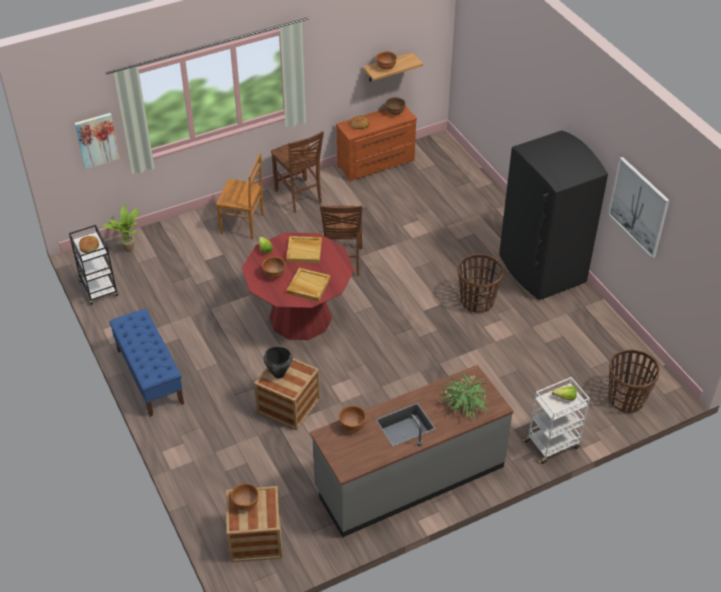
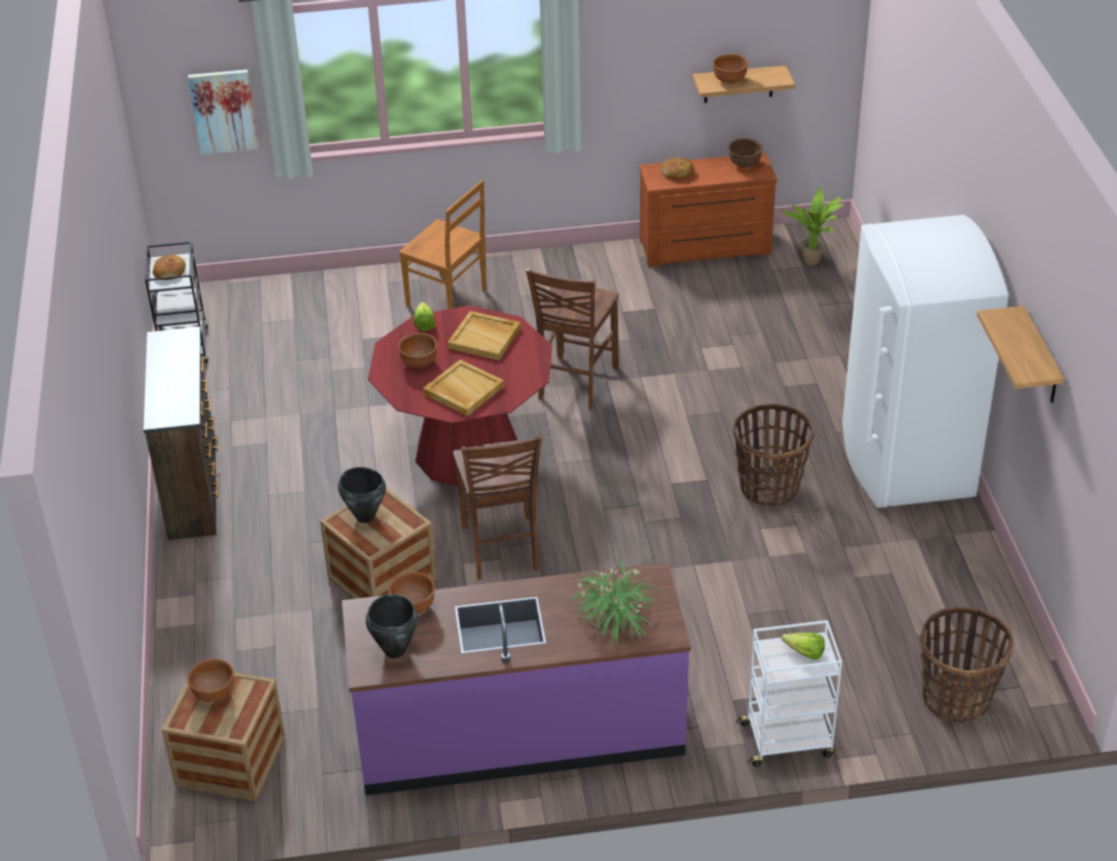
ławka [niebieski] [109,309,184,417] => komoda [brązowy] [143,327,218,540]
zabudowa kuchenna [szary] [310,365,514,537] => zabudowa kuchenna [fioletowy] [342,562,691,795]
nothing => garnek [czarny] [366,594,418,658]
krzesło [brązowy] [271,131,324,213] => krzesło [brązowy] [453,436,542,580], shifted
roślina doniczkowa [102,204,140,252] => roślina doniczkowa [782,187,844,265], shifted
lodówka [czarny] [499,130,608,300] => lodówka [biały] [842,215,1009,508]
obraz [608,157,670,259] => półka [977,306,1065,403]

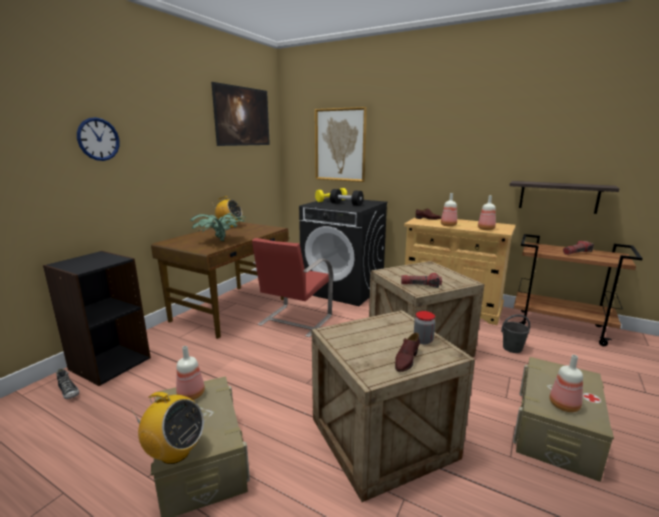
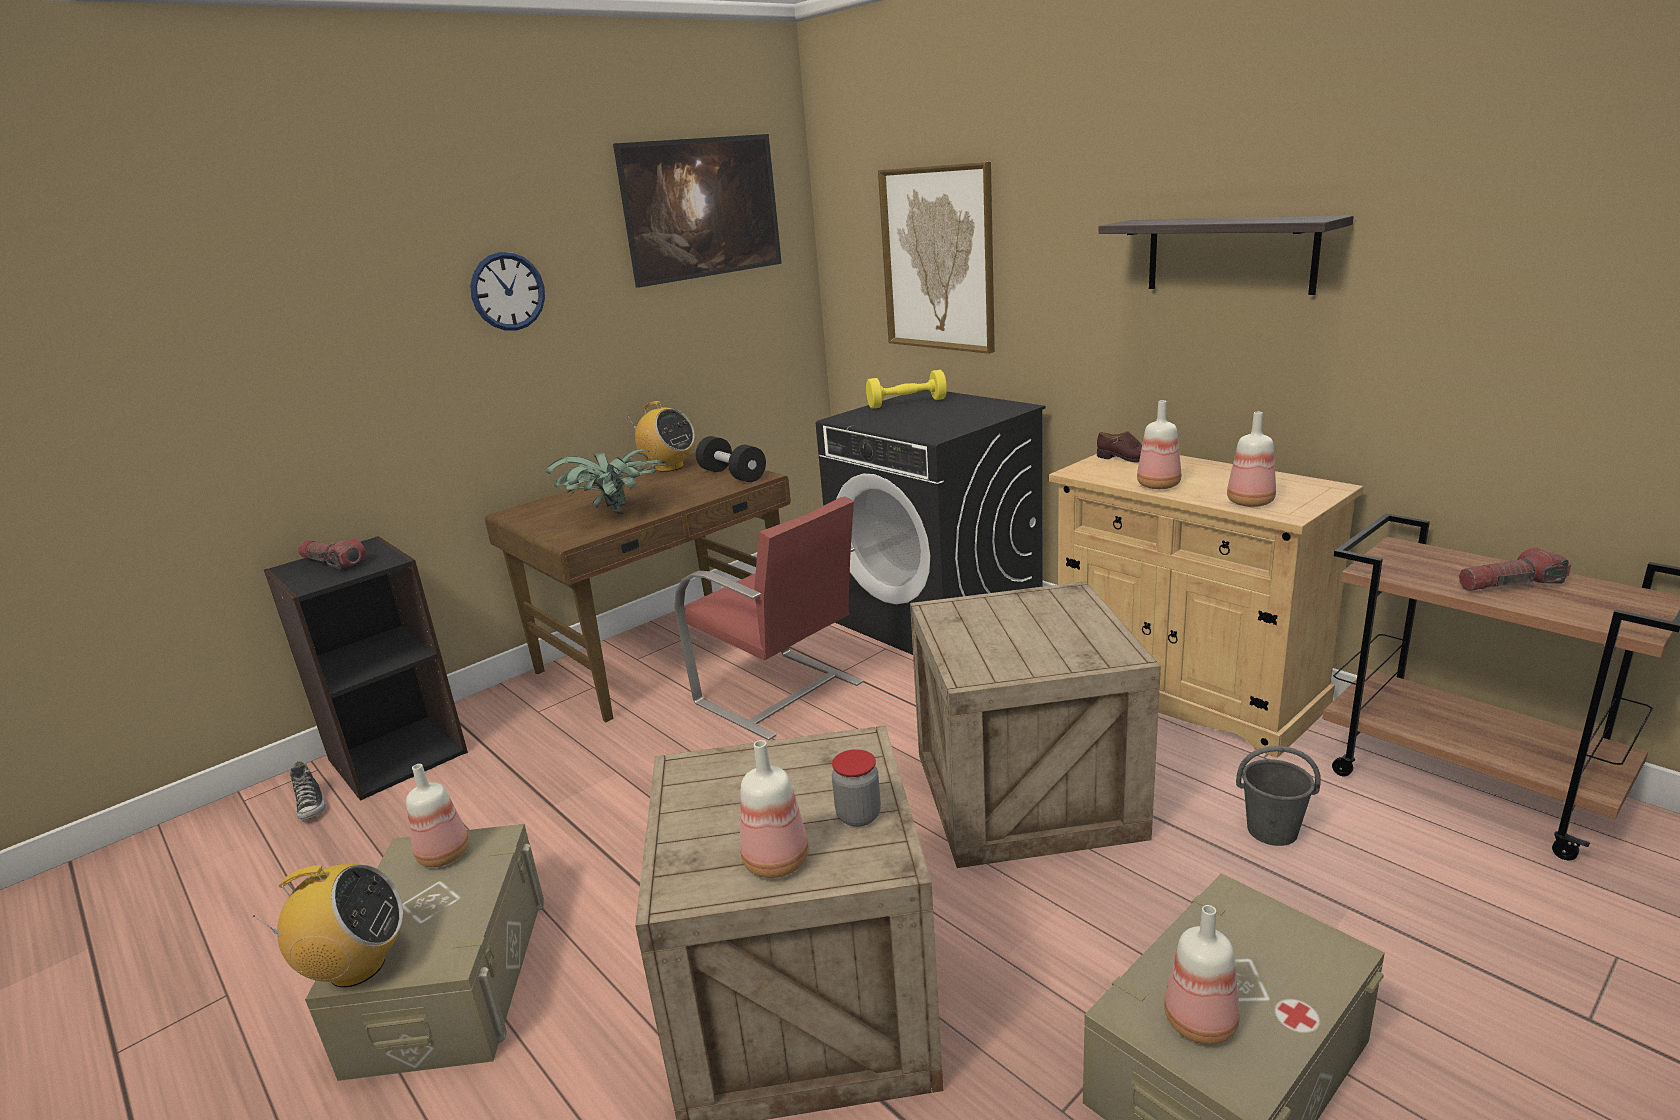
radio [131,392,204,464] => radio [253,864,403,988], 45 degrees counterclockwise
latarka [401,273,442,288] => latarka [298,538,366,569], shifted
zegar ścienny [77,117,120,161] => zegar ścienny [470,252,545,331], shifted
krzesło [czerwony] [252,238,333,337] => krzesło [czerwony] [674,497,863,740], 90 degrees counterclockwise
hantel [czarny] [330,189,364,206] => hantel [czarny] [696,436,766,482], shifted
but [brązowy] [395,333,420,372] => butelka [740,740,809,878]
półka [509,181,619,214] => półka [1098,216,1354,295], shifted

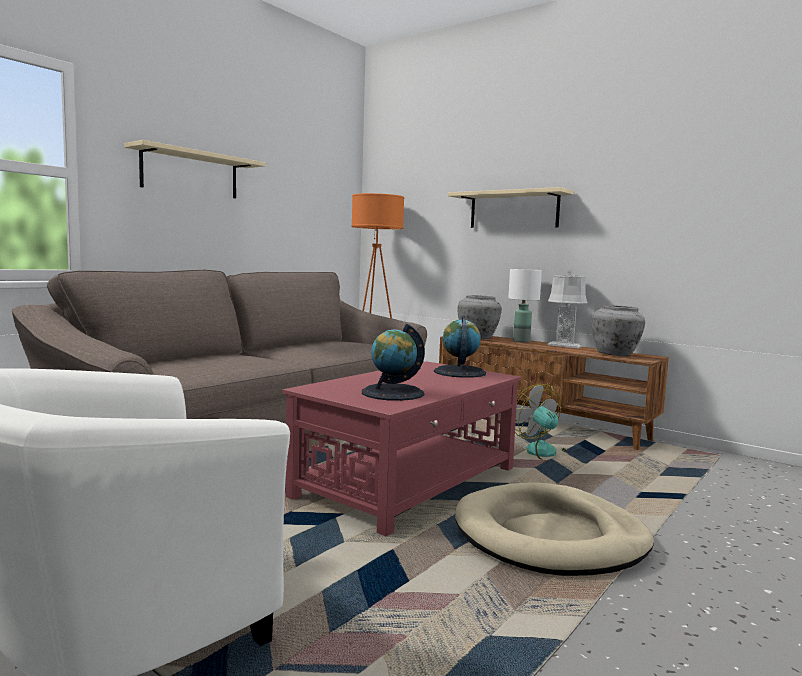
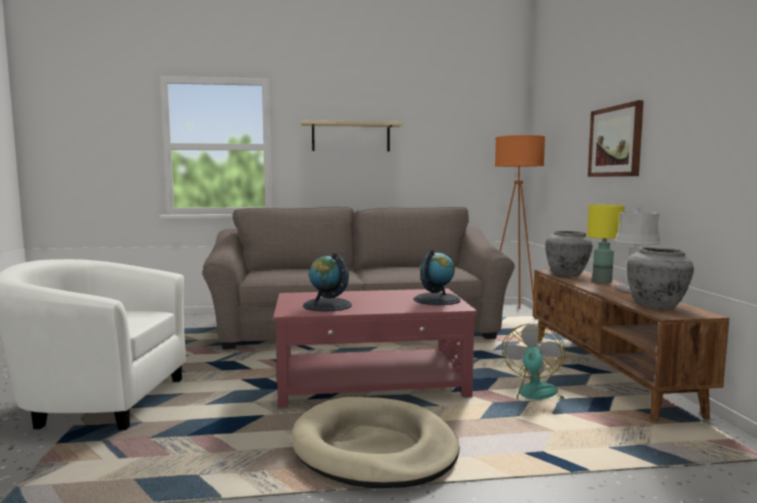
lampa stołowa [biały] [508,269,542,343] => lampa stołowa [żółty] [587,205,625,283]
półka [beżowy] [448,187,574,228] => obraz [588,100,644,177]

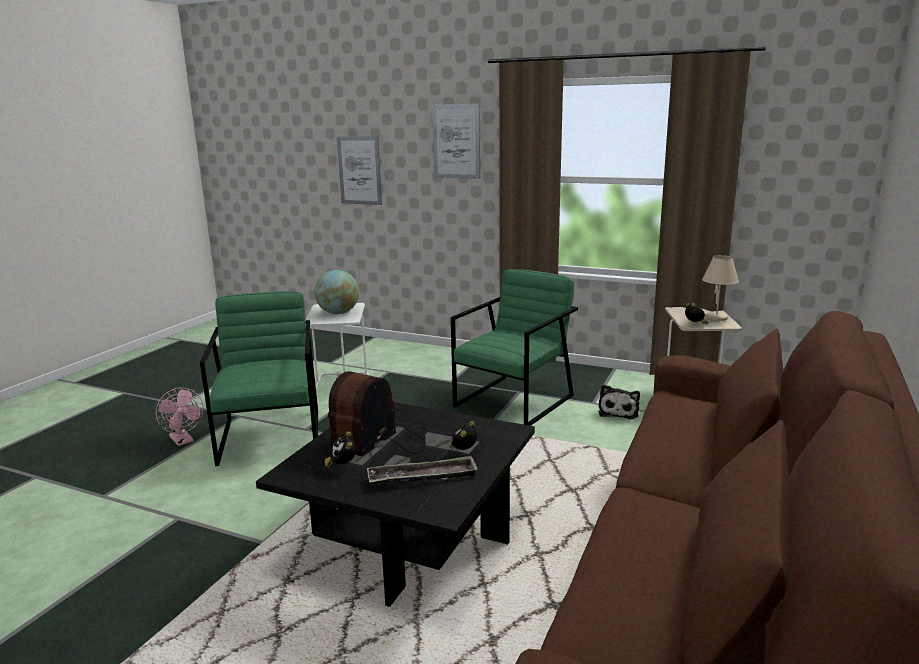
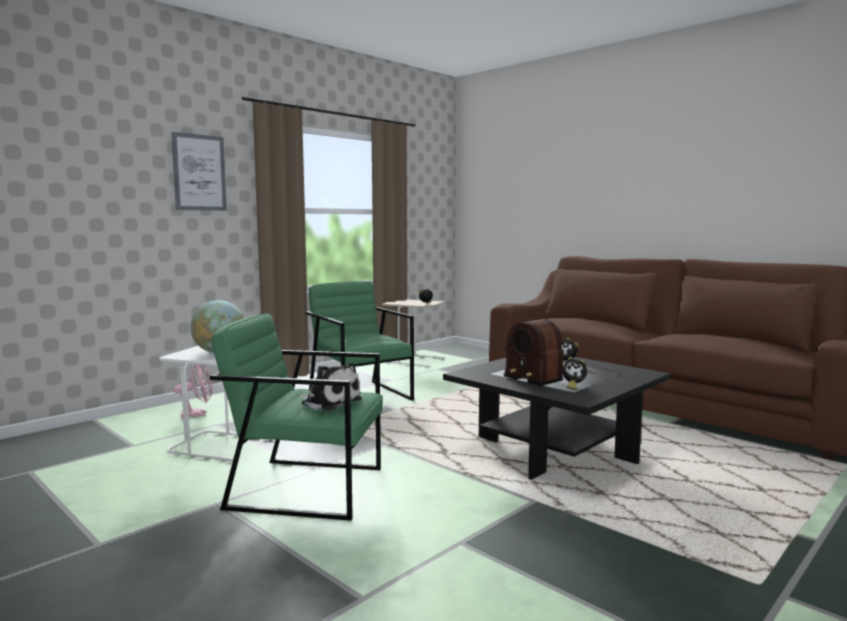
wentylator [różowy] [156,388,203,446] => wentylator [różowy] [173,364,213,418], shifted
pluszak [599,385,640,419] => pluszak [299,363,362,411], shifted
obraz [337,137,382,205] => nothing
taca [367,456,478,484] => nothing
lampa stołowa [beżowy] [702,255,739,321] => nothing

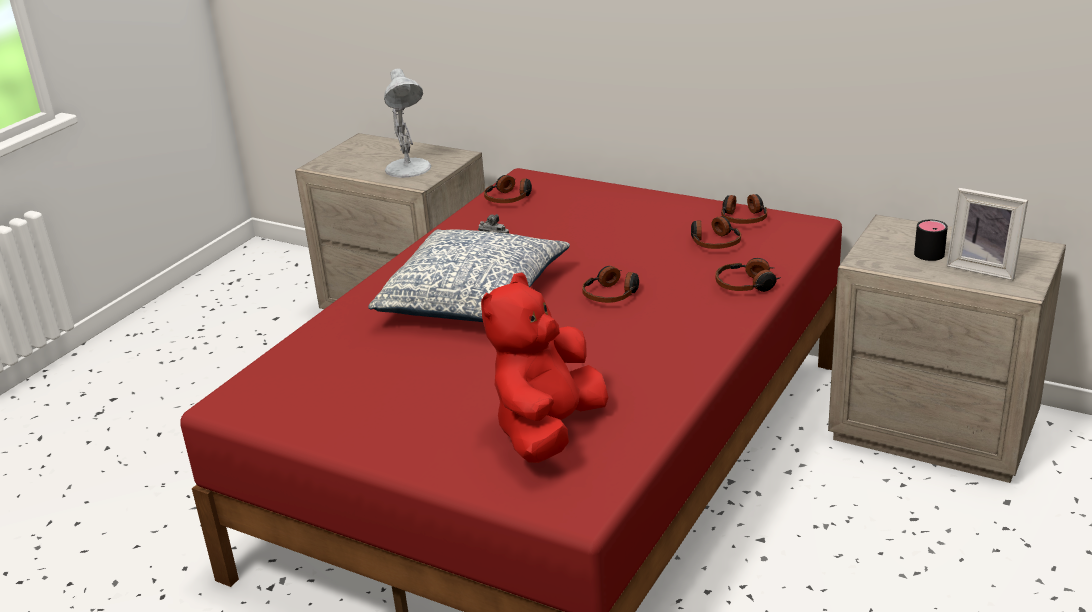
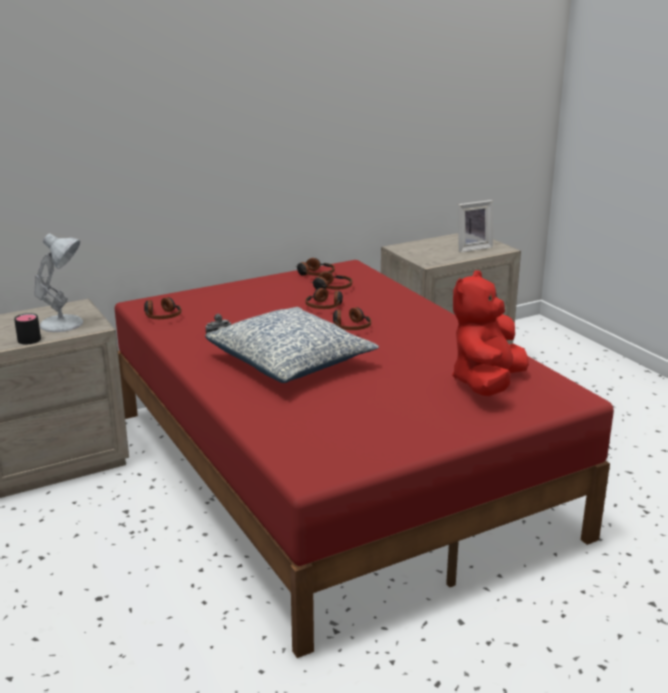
kubek [czarny] [914,220,948,261] => kubek [czarny] [14,313,41,344], shifted
słuchawki [715,258,781,292] => słuchawki [305,288,343,309], shifted
pluszak [czerwony] [481,272,608,463] => pluszak [czerwony] [452,270,529,396], 60 degrees clockwise

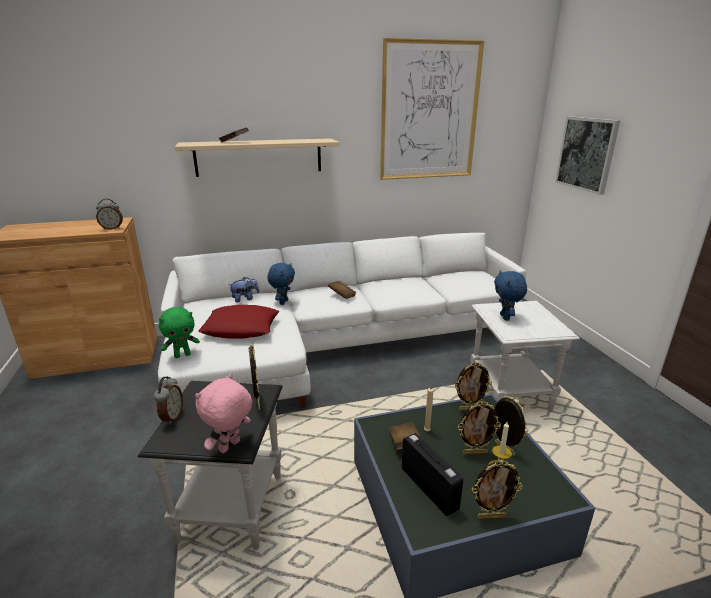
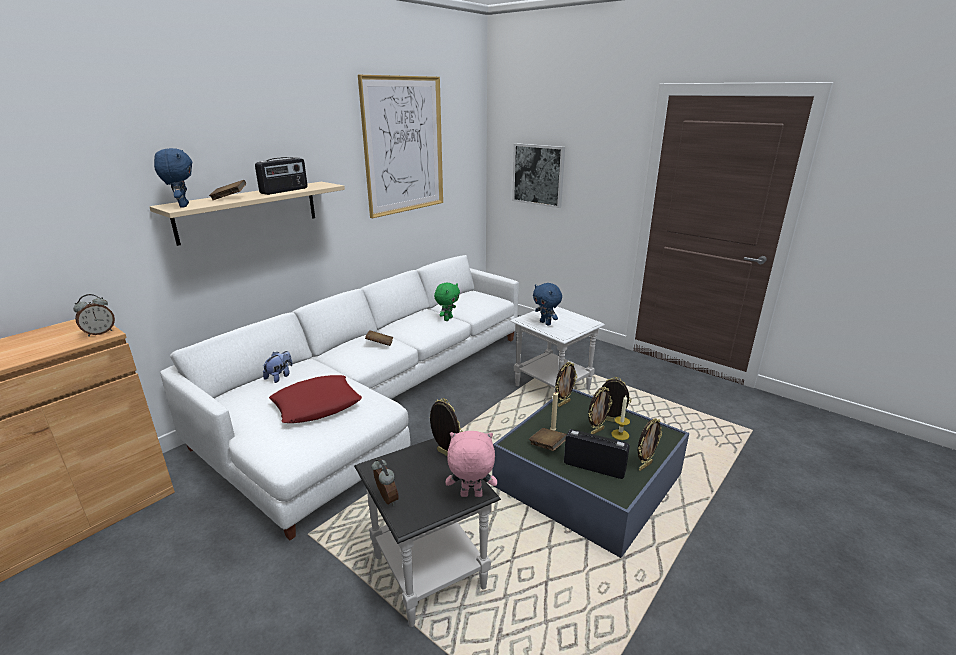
pluszak [niebieski] [267,263,295,305] => pluszak [niebieski] [154,148,192,208], shifted
nothing => radio [255,157,307,195]
pluszak [zielony] [159,307,200,358] => pluszak [zielony] [434,283,460,321], shifted
pluszak [różowy] [195,373,252,453] => pluszak [różowy] [446,431,497,497], 90 degrees clockwise

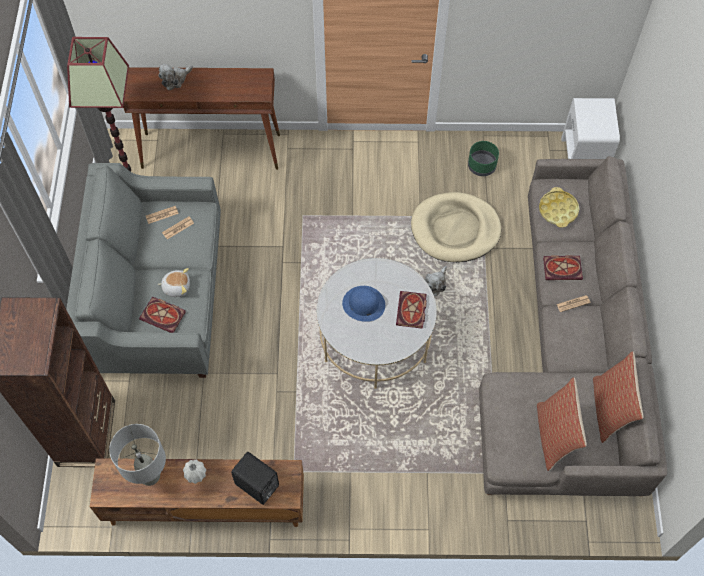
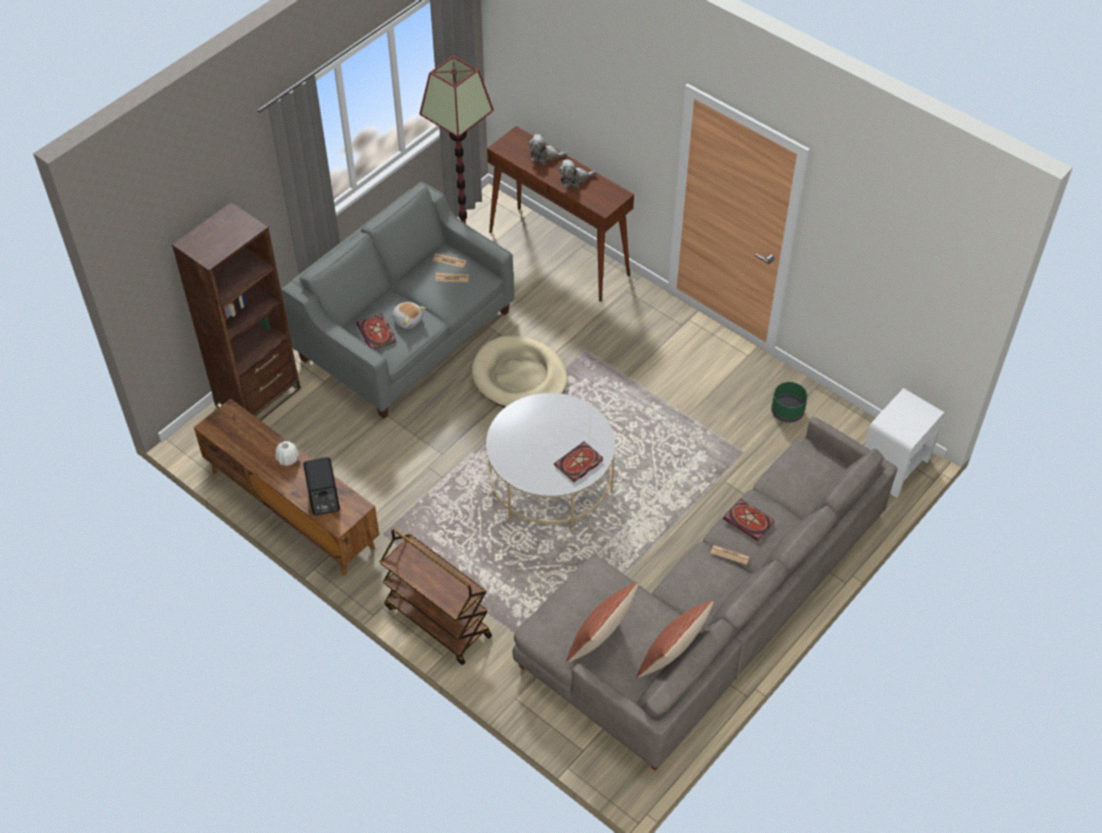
nothing => wózek [brązowy] [380,528,492,665]
legowisko [beżowy] [411,192,501,262] => legowisko [beżowy] [472,336,568,408], shifted
pluszak [425,266,447,296] => pluszak [559,159,597,188], shifted
lampa stołowa [szary] [109,424,166,486] => nothing
kapelusz [niebieski] [342,286,385,322] => nothing
taca [żółty] [539,187,579,228] => nothing

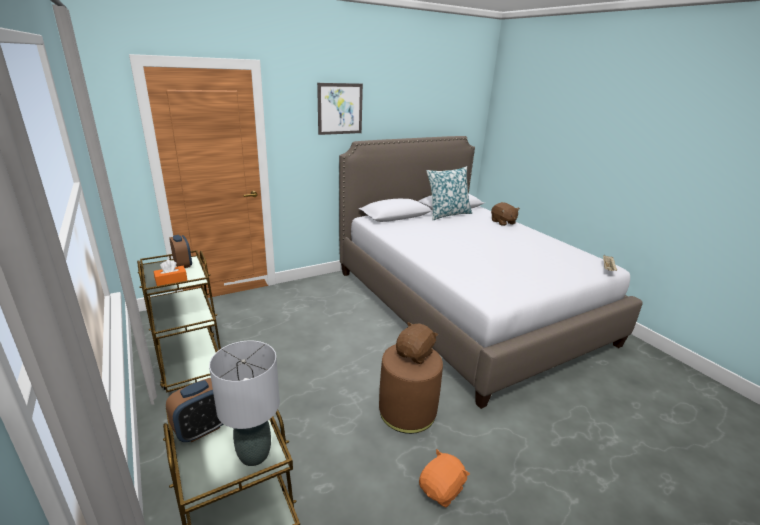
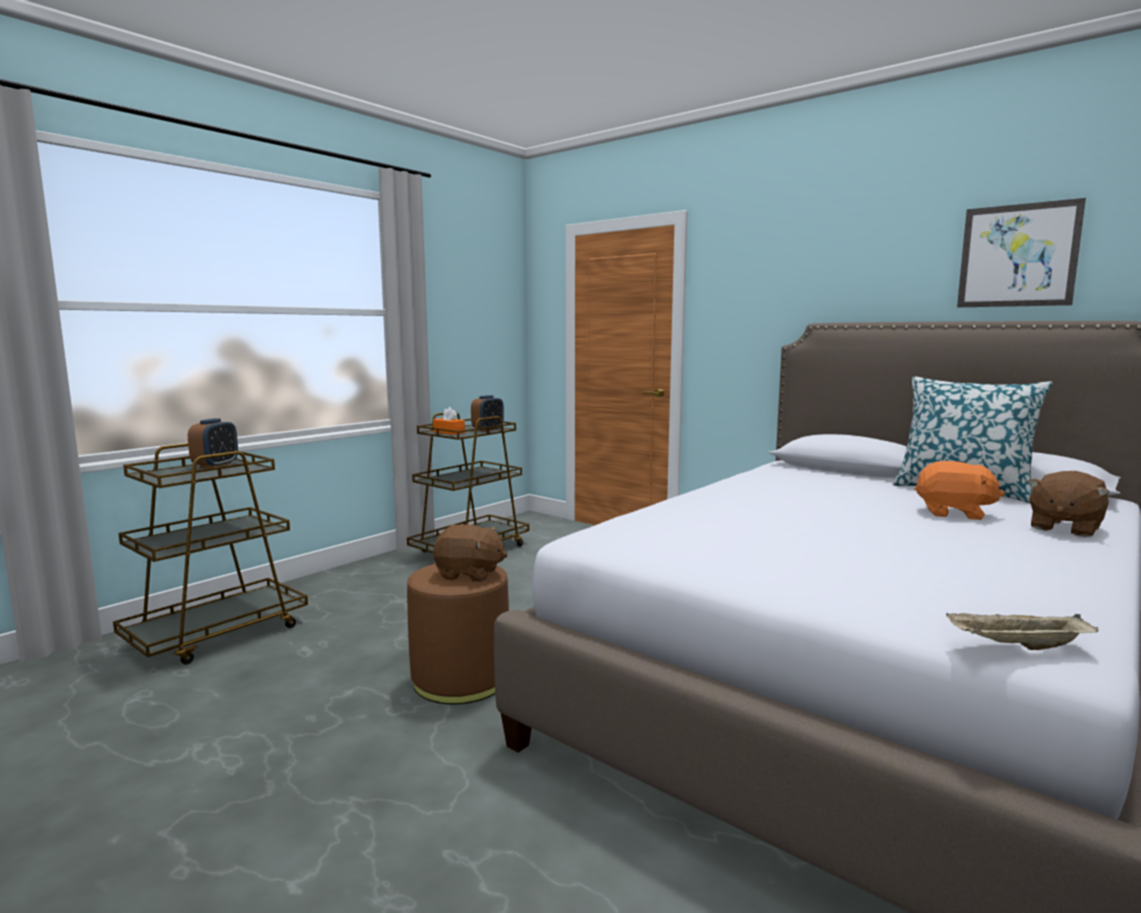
budzik [166,378,223,442] => budzik [188,418,238,468], 105 degrees counterclockwise
pluszak [pomarańczowy] [419,449,470,507] => pluszak [pomarańczowy] [914,461,1005,520], shifted
obraz [317,83,363,135] => obraz [957,198,1086,307], shifted
lampa stołowa [szary] [209,341,280,466] => nothing

